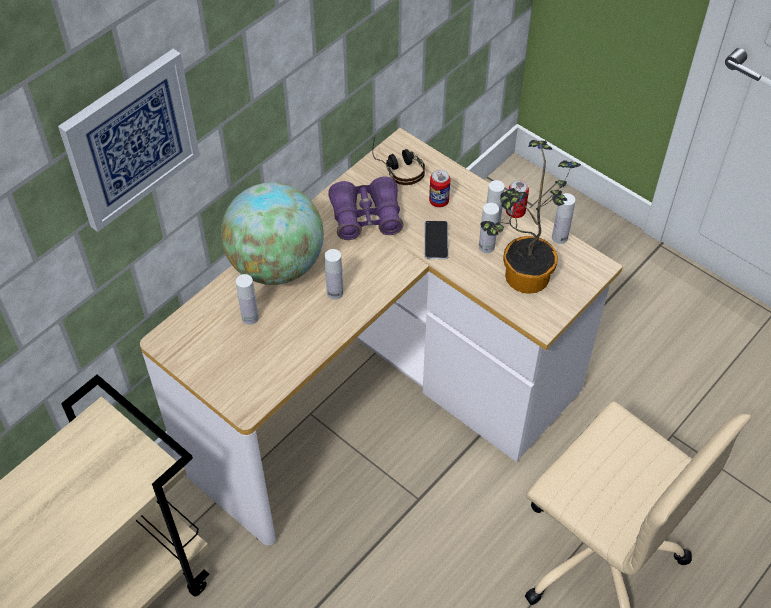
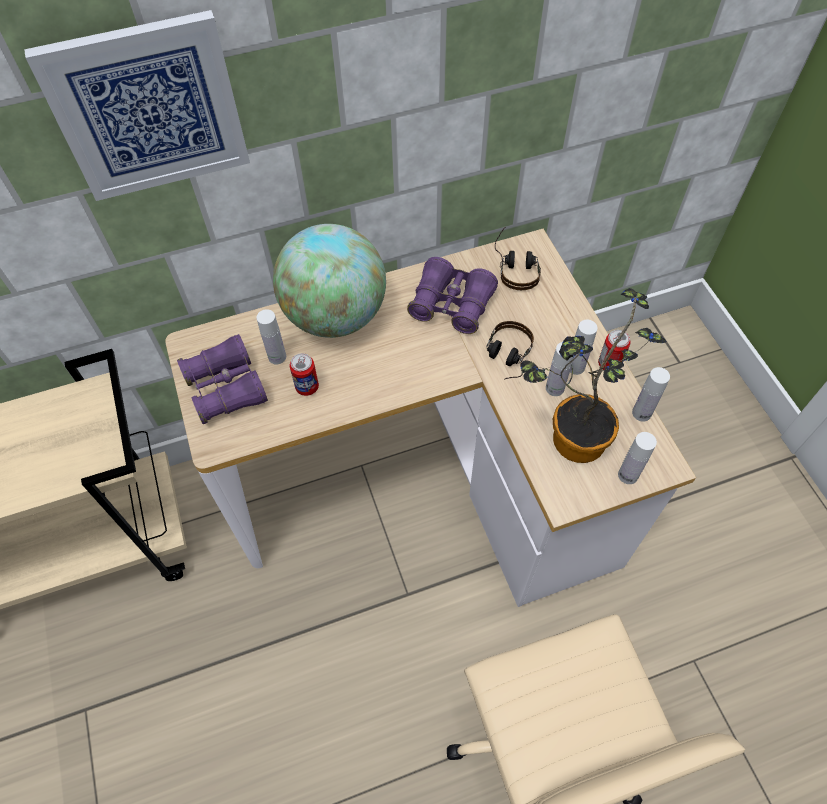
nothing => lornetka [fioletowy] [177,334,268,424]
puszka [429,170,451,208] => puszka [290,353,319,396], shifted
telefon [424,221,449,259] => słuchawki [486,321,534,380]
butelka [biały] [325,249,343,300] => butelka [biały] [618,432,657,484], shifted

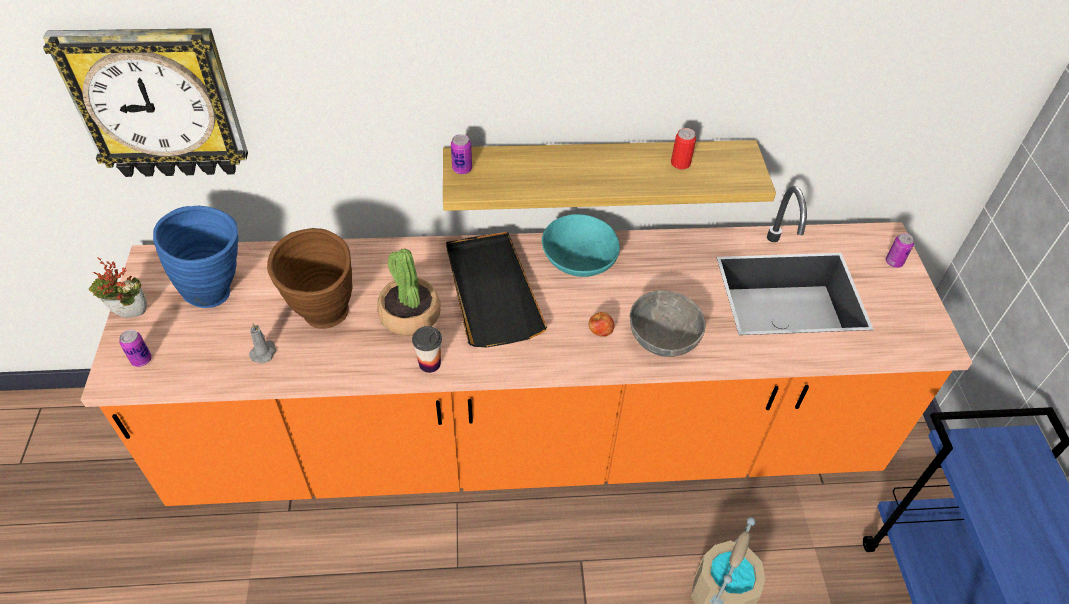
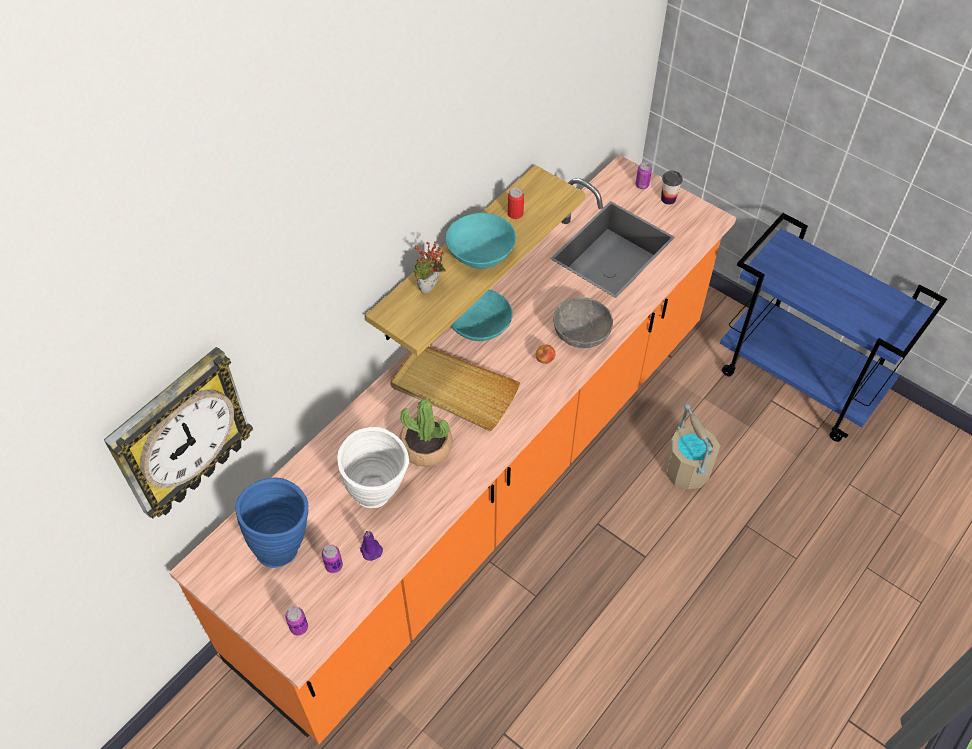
puszka [451,134,472,174] => puszka [322,544,343,573], shifted
wazon [brązowy] [267,228,352,329] => wazon [biały] [337,427,409,508]
świeca [szary] [249,323,276,364] => świeca [fioletowy] [360,531,383,561]
taca [czarny] [446,232,547,347] => taca [beżowy] [390,347,520,431]
roślina doniczkowa [89,257,147,318] => roślina doniczkowa [414,240,446,294], shifted
nothing => miska [turkusowy] [445,213,516,269]
filiżanka [412,326,442,373] => filiżanka [661,171,683,205], shifted

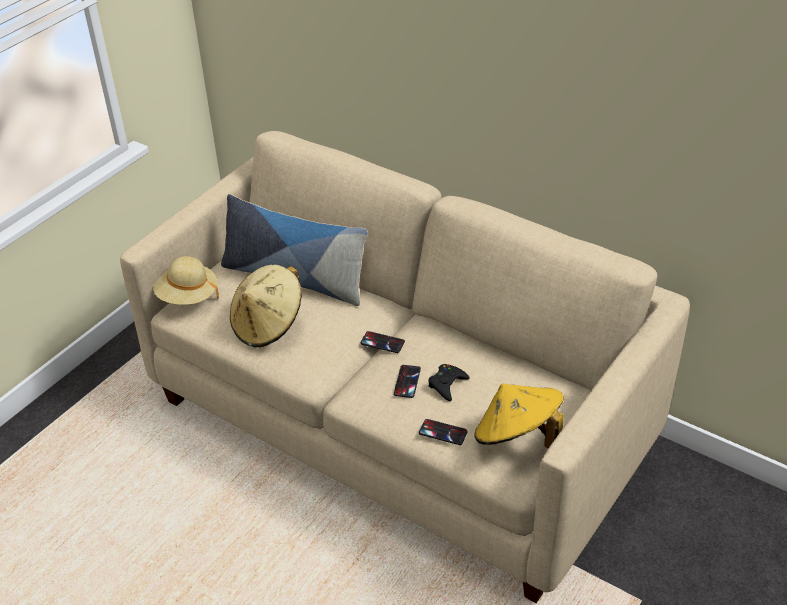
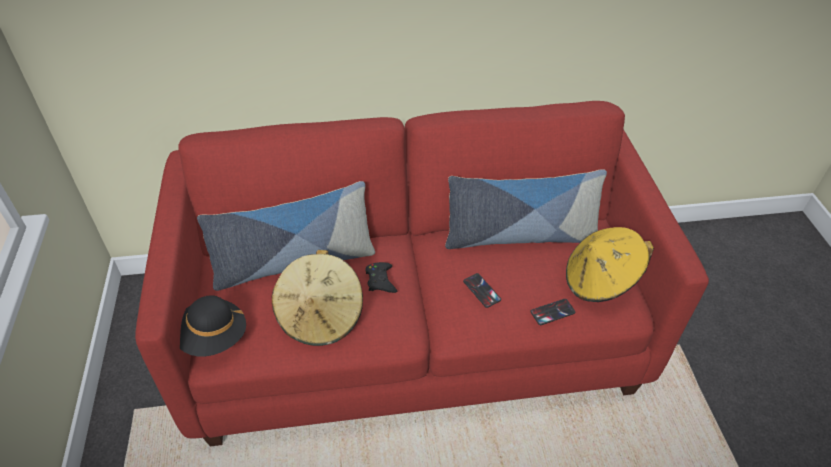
kanapa [beżowy] [120,131,690,603] => kanapa [czerwony] [135,101,709,446]
kapelusz [beżowy] [153,256,219,305] => kapelusz [czarny] [180,295,246,357]
pad do gier [czarny] [428,364,469,401] => pad do gier [czarny] [365,262,397,293], shifted
nothing => poduszka [445,169,607,249]
telefon [361,331,405,353] => nothing

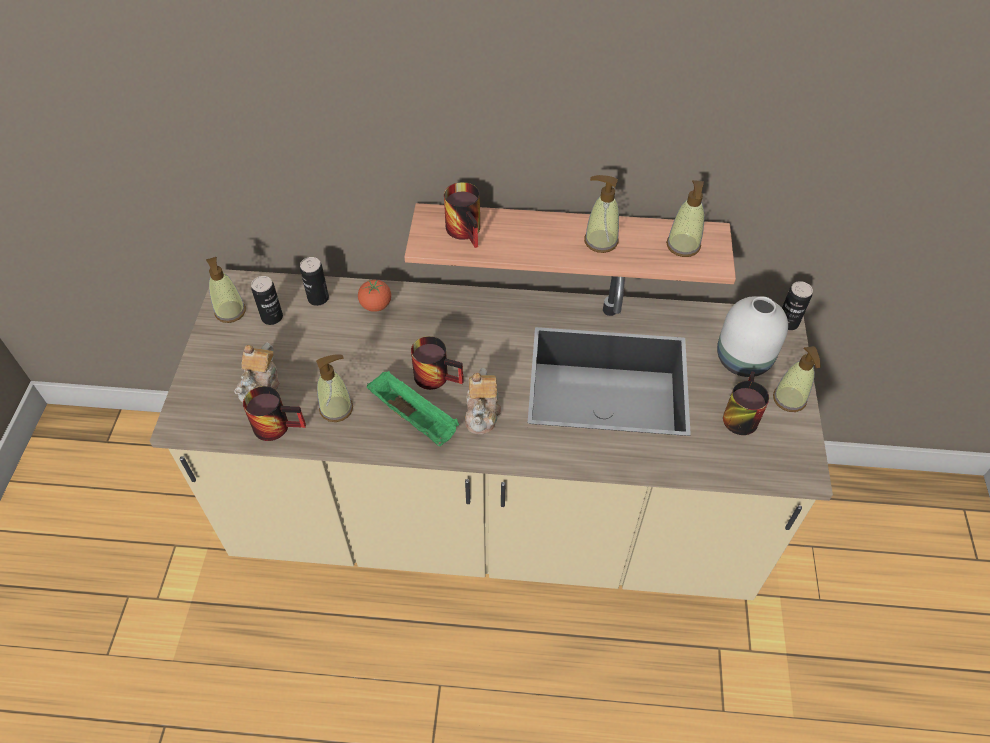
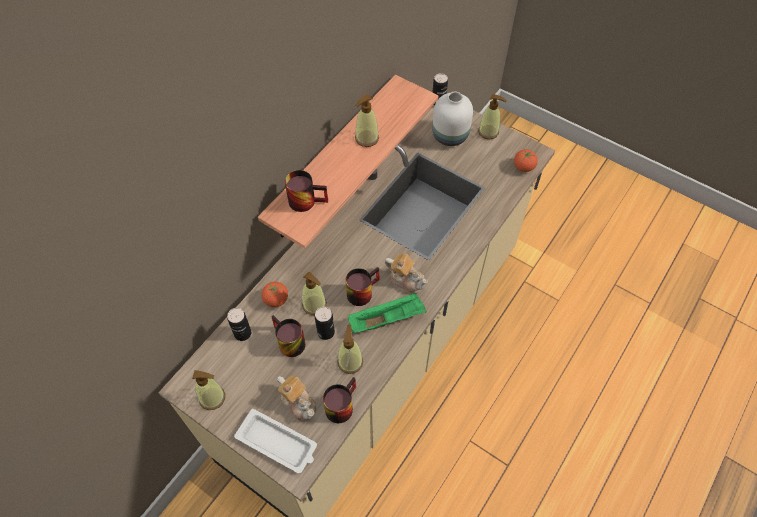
nothing => taca [biały] [234,409,317,473]
kubek [723,372,769,435] => kubek [271,315,305,357], shifted
dozownik mydła [666,180,705,257] => dozownik mydła [302,271,327,315], shifted
puszka [251,276,283,325] => puszka [315,307,335,340], shifted
nothing => pomidor [514,149,538,172]

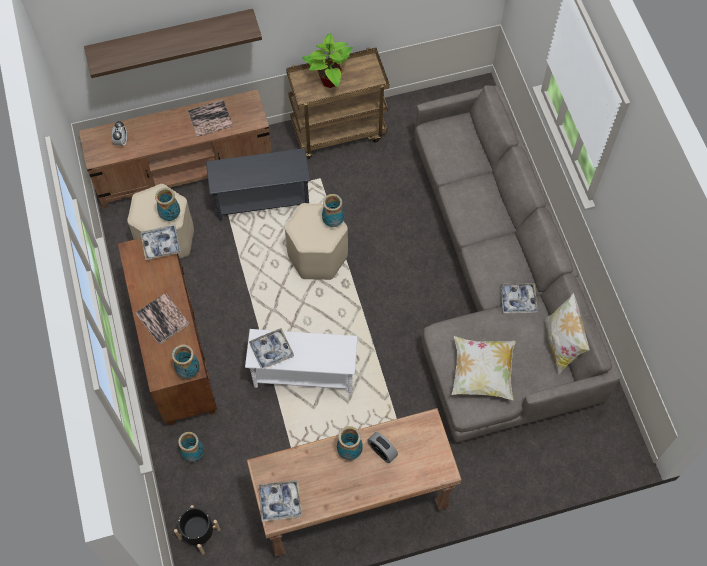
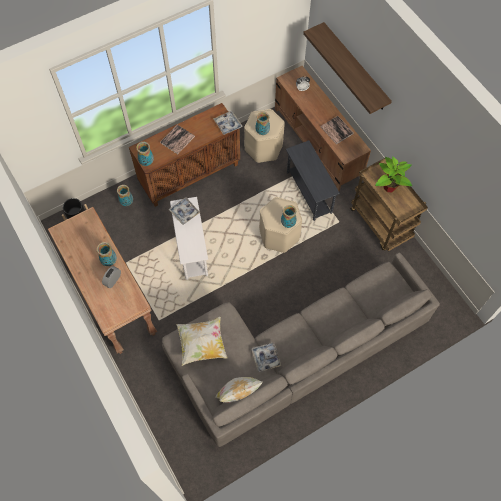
taca [259,480,302,522] => nothing

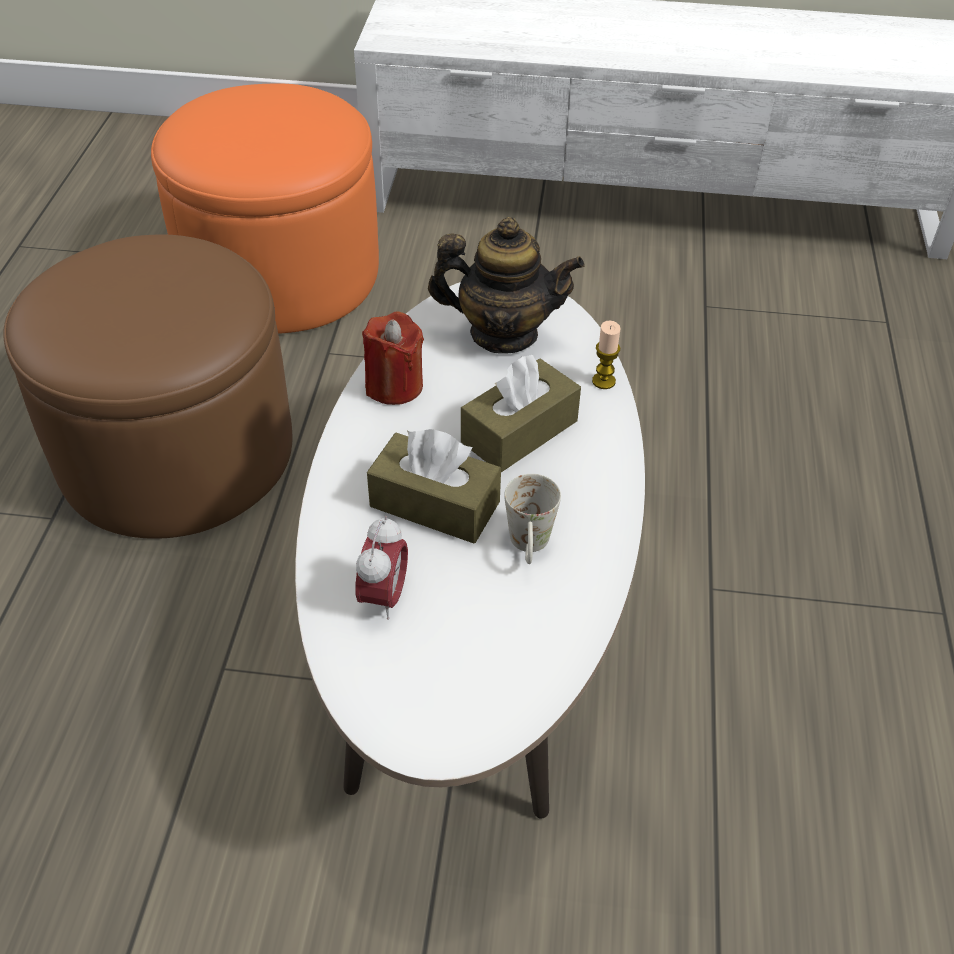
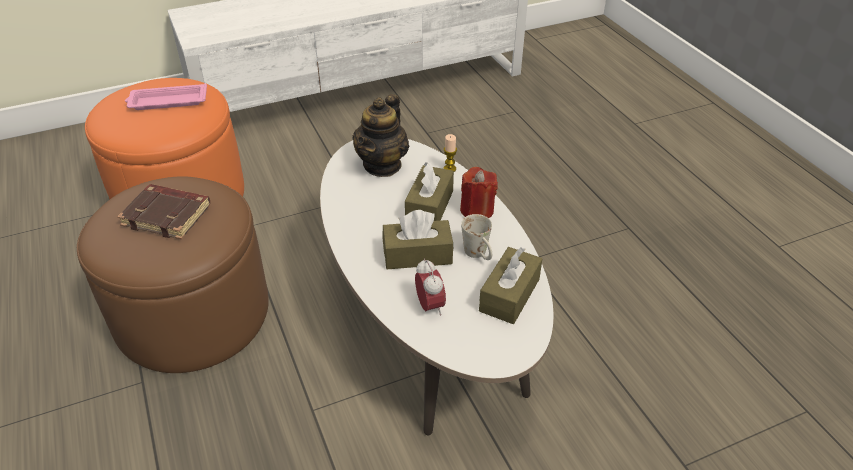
nothing => książka [brązowy] [117,184,211,239]
nothing => taca [różowy] [125,83,207,110]
imbryk [428,217,585,354] => imbryk [352,94,409,177], 135 degrees clockwise
świeca [czerwony] [362,311,424,405] => świeca [czerwony] [460,167,498,218], shifted
nothing => pudełko chusteczek [brązowy] [479,247,542,324]

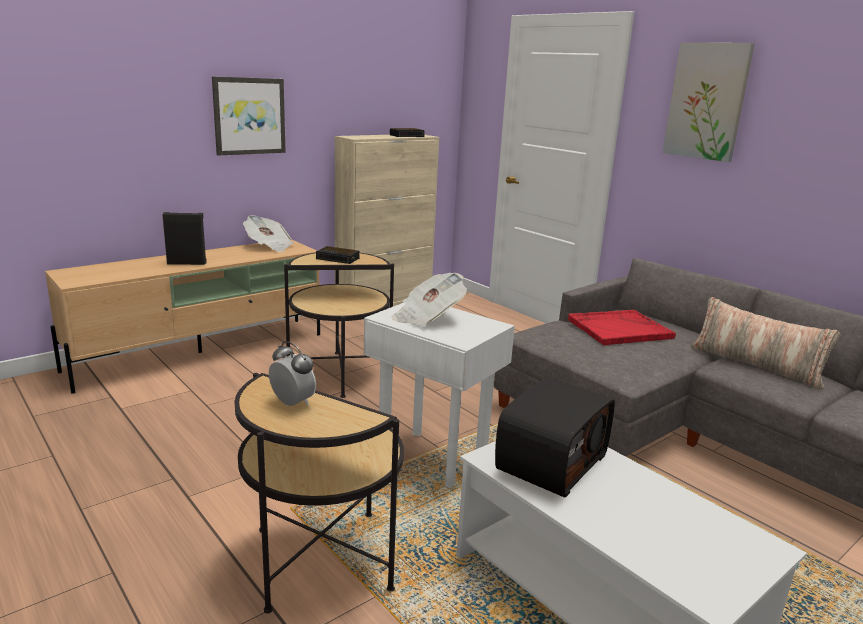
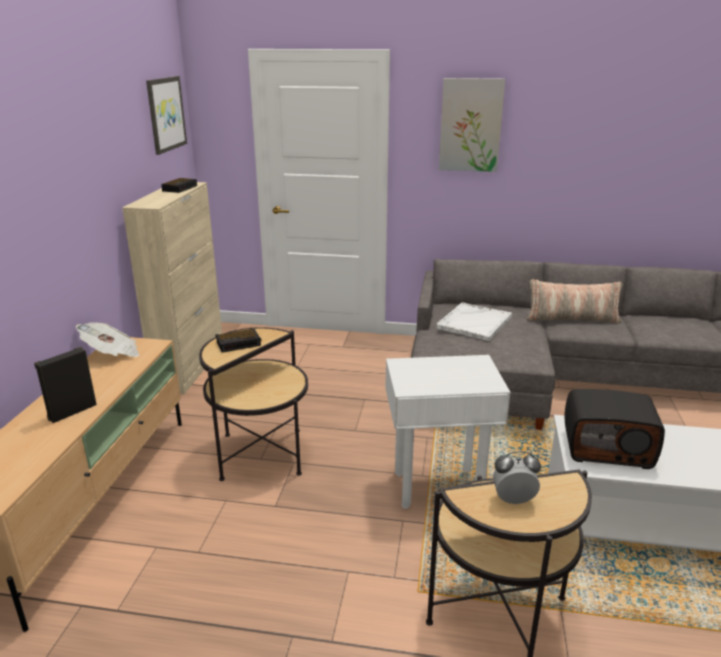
obraz [212,77,286,155] => obraz [146,76,187,155], shifted
taca [czerwony] [568,310,676,345] => taca [biały] [437,302,512,341]
radio [495,378,615,497] => radio [564,389,665,469], 105 degrees clockwise
gazeta [392,273,467,326] => nothing

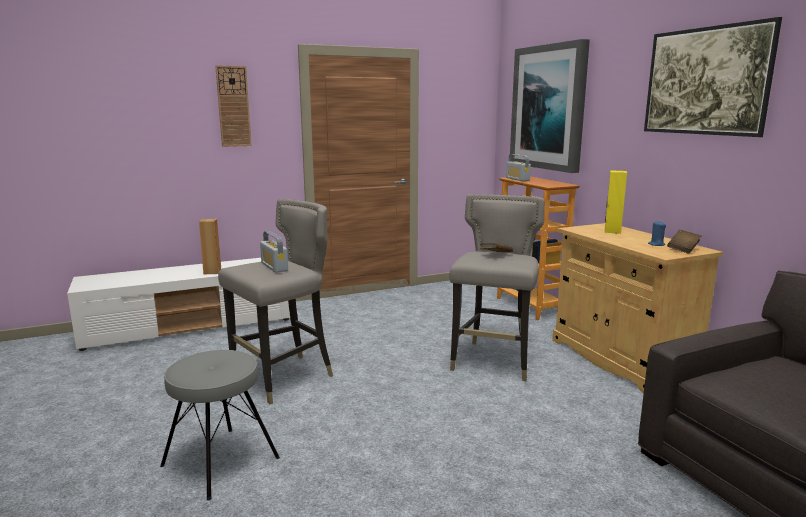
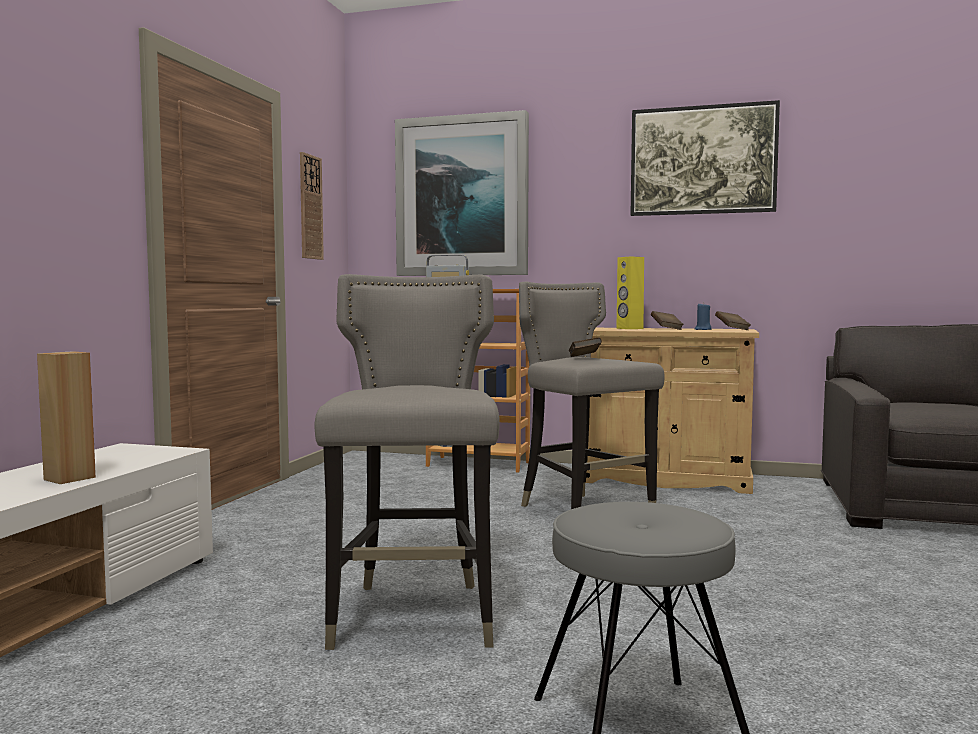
zegar ścienny [215,65,252,147] => zegar ścienny [300,152,324,260], shifted
nothing => książka [brązowy] [651,311,684,330]
radio [260,231,288,273] => nothing

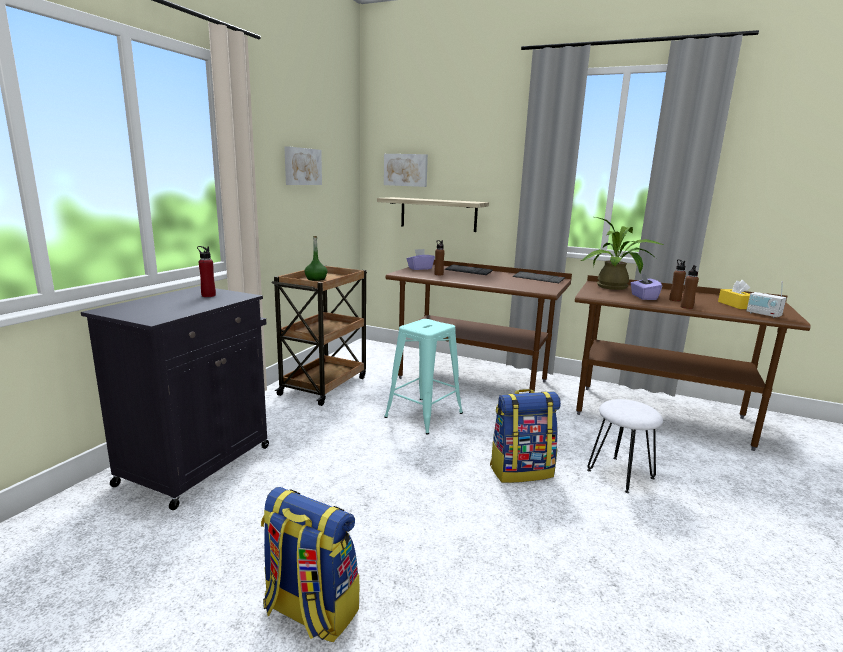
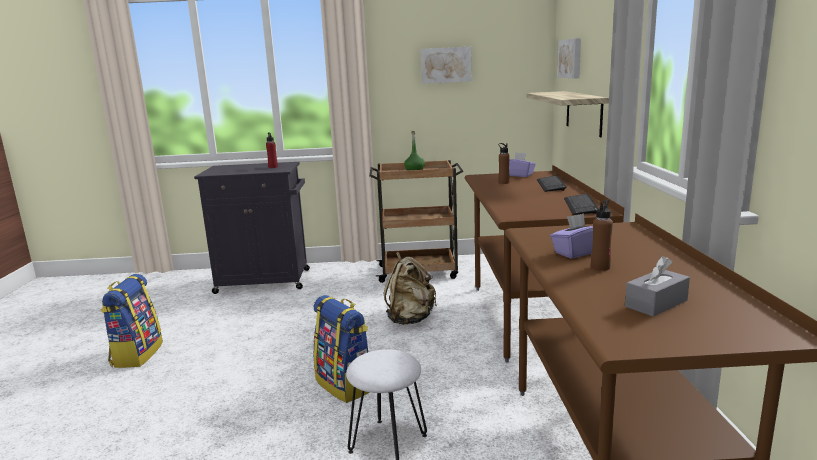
stołek [turkusowy] [384,319,463,434] => plecak [beżowy] [384,252,437,325]
pudełko chusteczek [żółty] [718,280,751,309] => pudełko chusteczek [szary] [625,256,690,317]
roślina doniczkowa [581,217,663,290] => nothing
butelka [brązowy] [681,265,699,309] => nothing
radio [746,281,786,318] => nothing

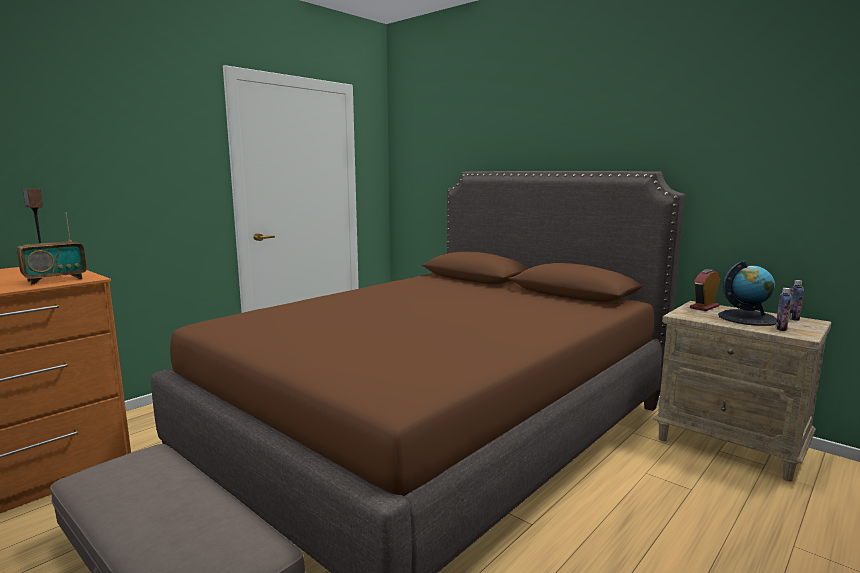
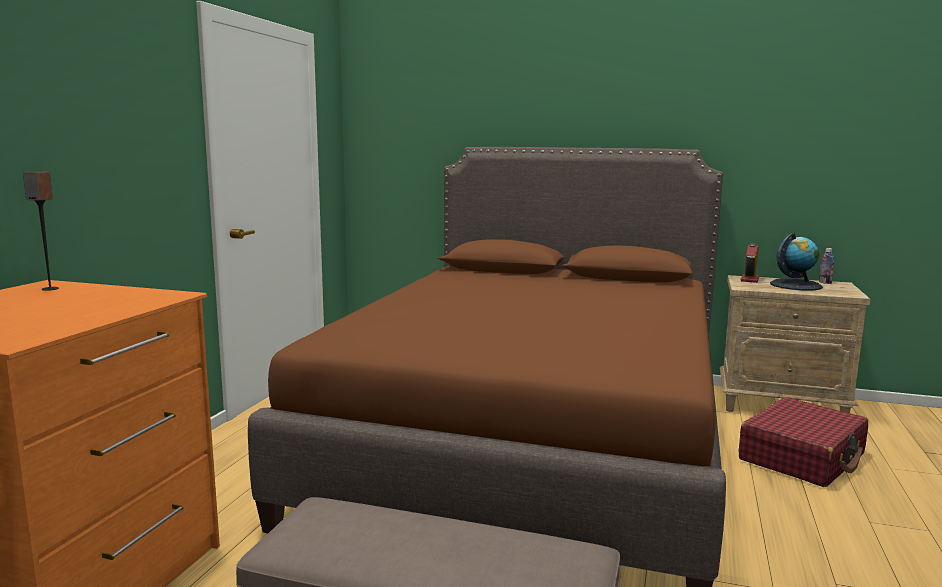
nothing => walizka [czerwony] [739,397,868,487]
radio [17,212,87,285] => nothing
butelka [775,288,792,331] => nothing

